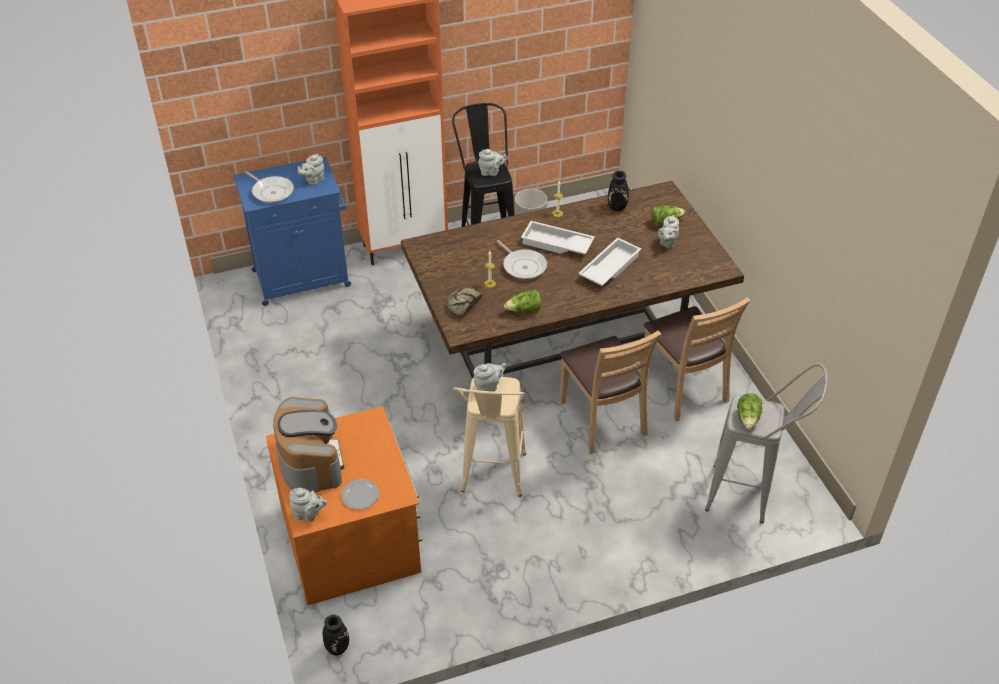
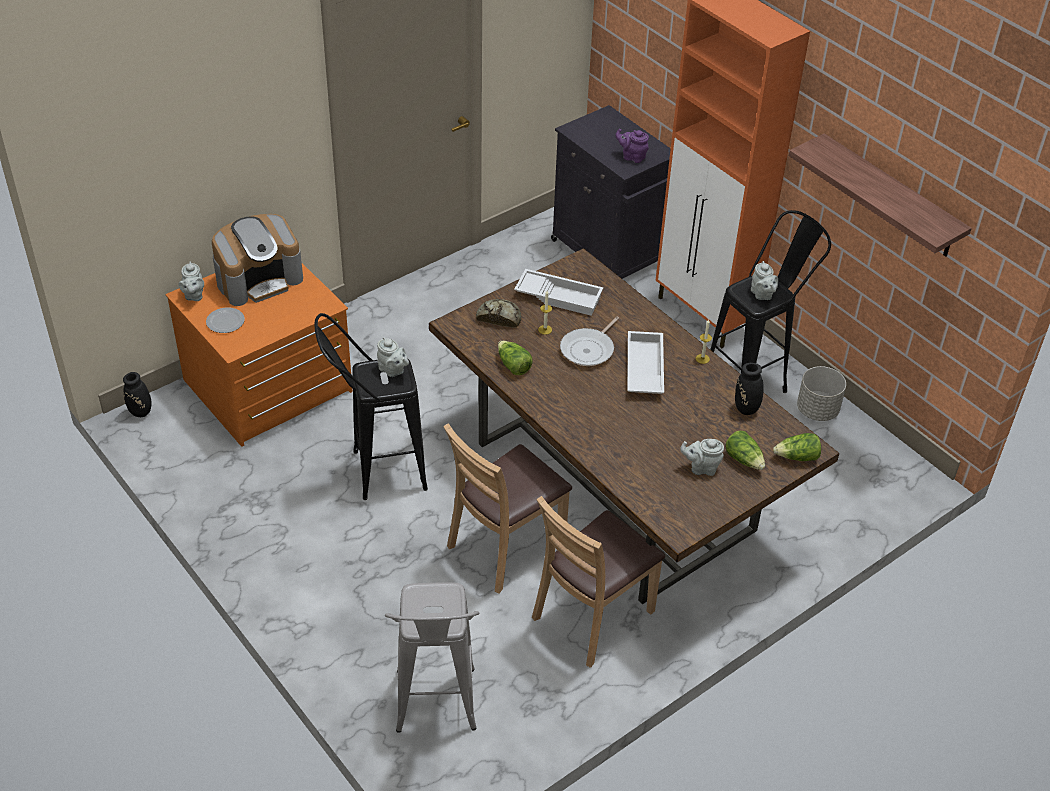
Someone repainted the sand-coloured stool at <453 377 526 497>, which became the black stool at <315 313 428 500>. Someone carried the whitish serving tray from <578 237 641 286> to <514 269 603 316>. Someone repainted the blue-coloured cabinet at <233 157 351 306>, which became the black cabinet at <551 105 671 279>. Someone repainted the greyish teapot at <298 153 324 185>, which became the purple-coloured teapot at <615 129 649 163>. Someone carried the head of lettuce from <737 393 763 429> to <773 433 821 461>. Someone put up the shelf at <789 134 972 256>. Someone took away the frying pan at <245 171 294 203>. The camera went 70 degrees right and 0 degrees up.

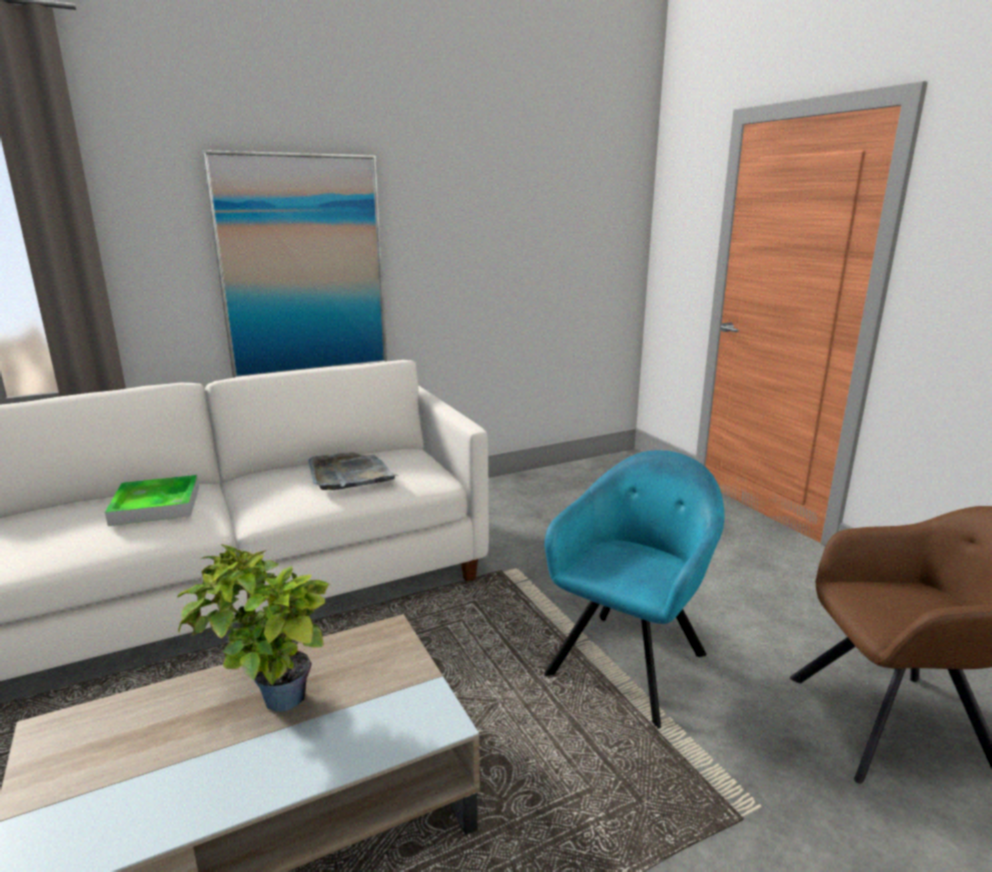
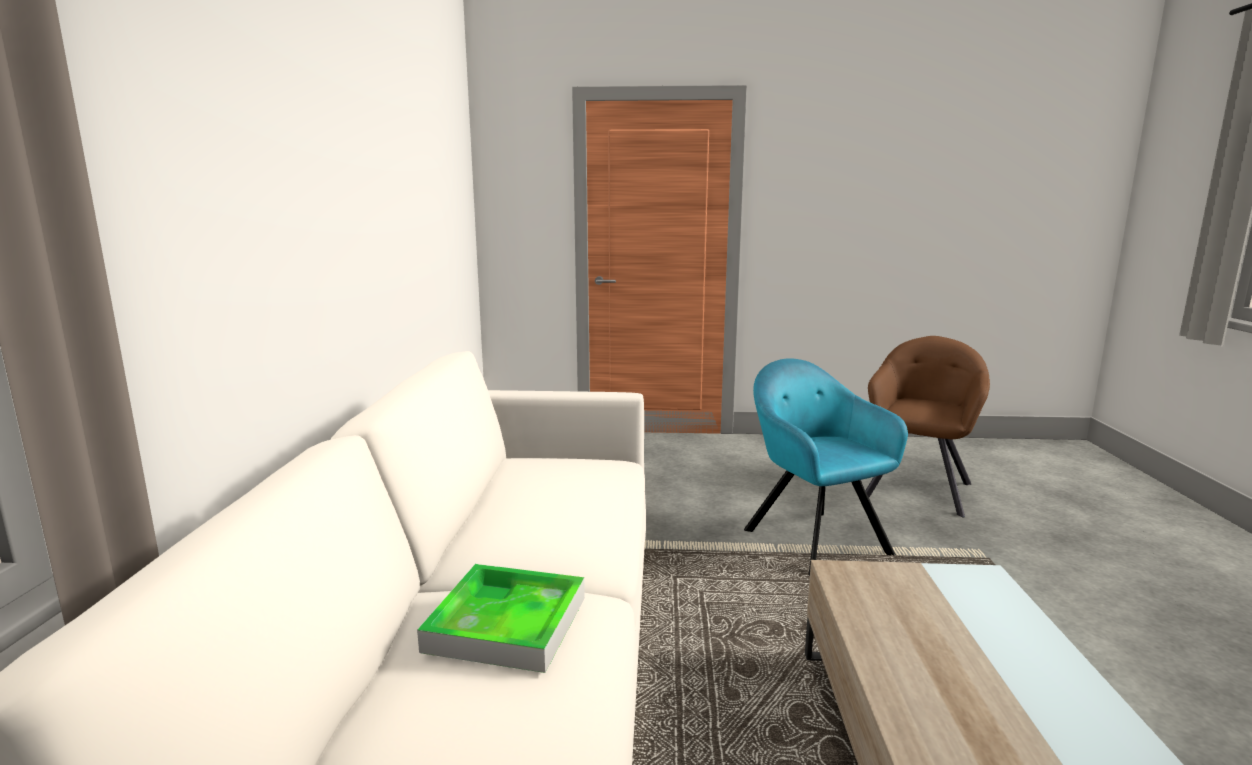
Someone took away the potted plant at <177 544 331 712>. Someone took away the wall art at <202 150 387 378>. Someone took away the greyish serving tray at <308 452 398 490>. The camera went 60 degrees left and 5 degrees down.

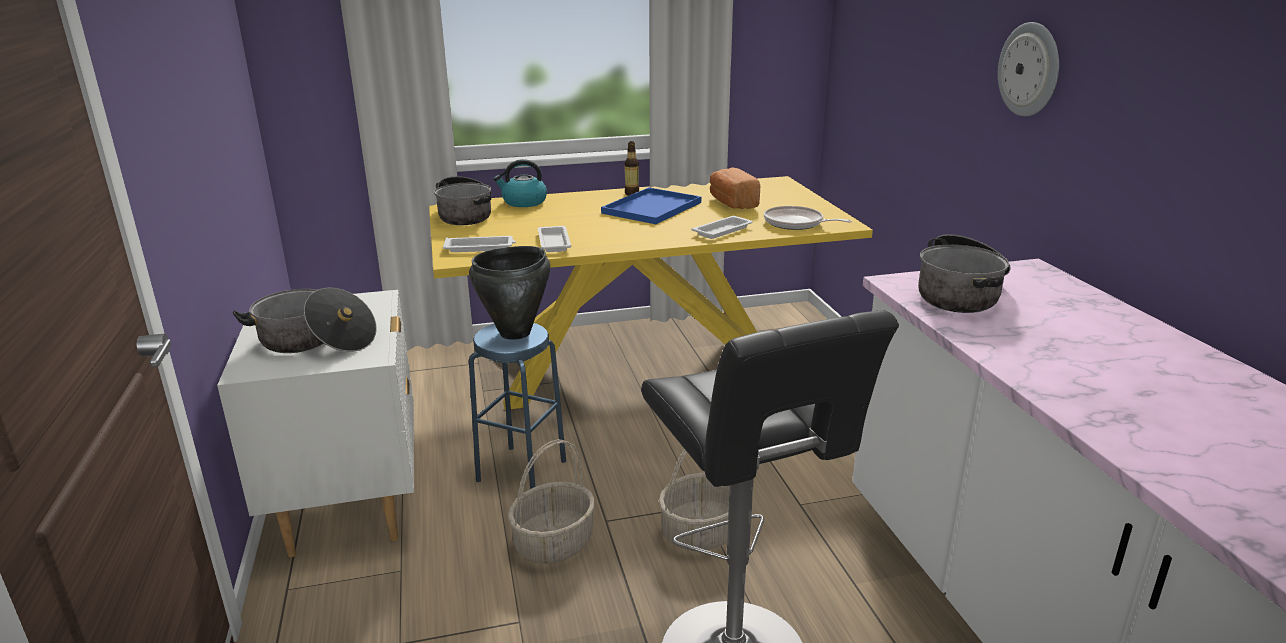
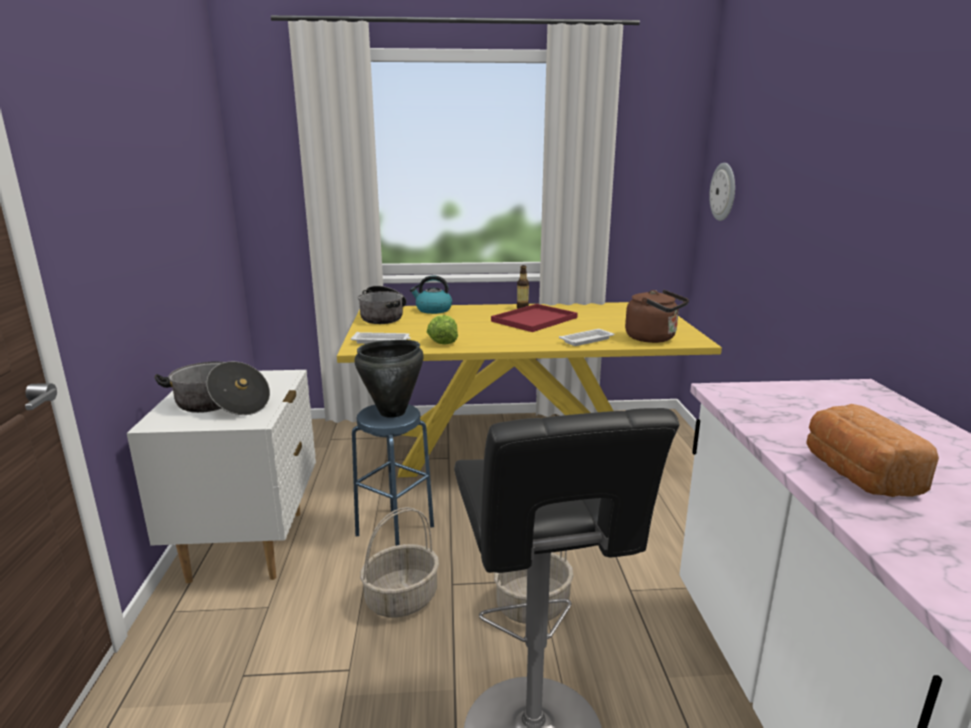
Someone swapped the whitish serving tray at <538 226 571 252> for the head of lettuce at <427 315 458 345>. Someone repainted the blue-coloured serving tray at <601 187 701 224>, which became the reddish serving tray at <491 304 578 332>. Someone swapped the frying pan at <764 206 852 230> for the brownish kettle at <625 290 689 343>. Someone carried the clock on the wall from <998 22 1059 116> to <709 163 735 221>. Someone carried the bread from <710 167 760 209> to <806 404 939 497>. Someone took away the stockpot at <918 234 1011 313>. The camera went 10 degrees right and 5 degrees down.

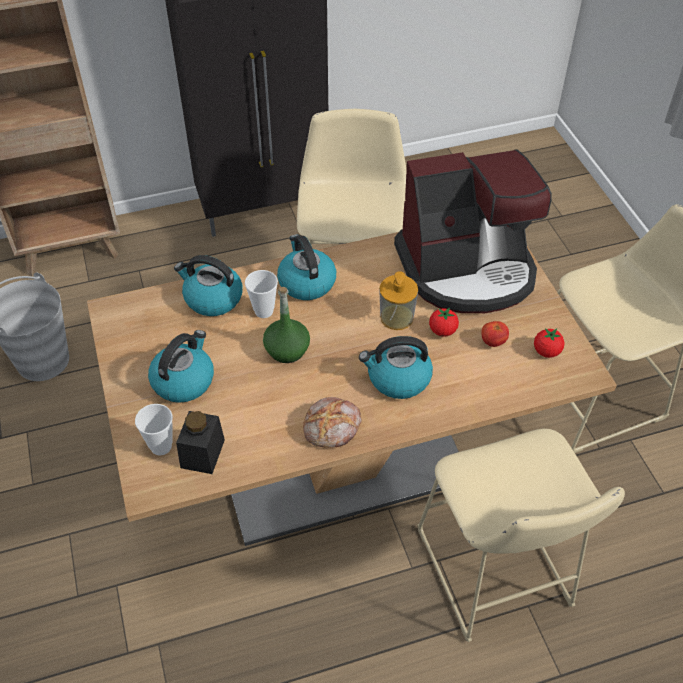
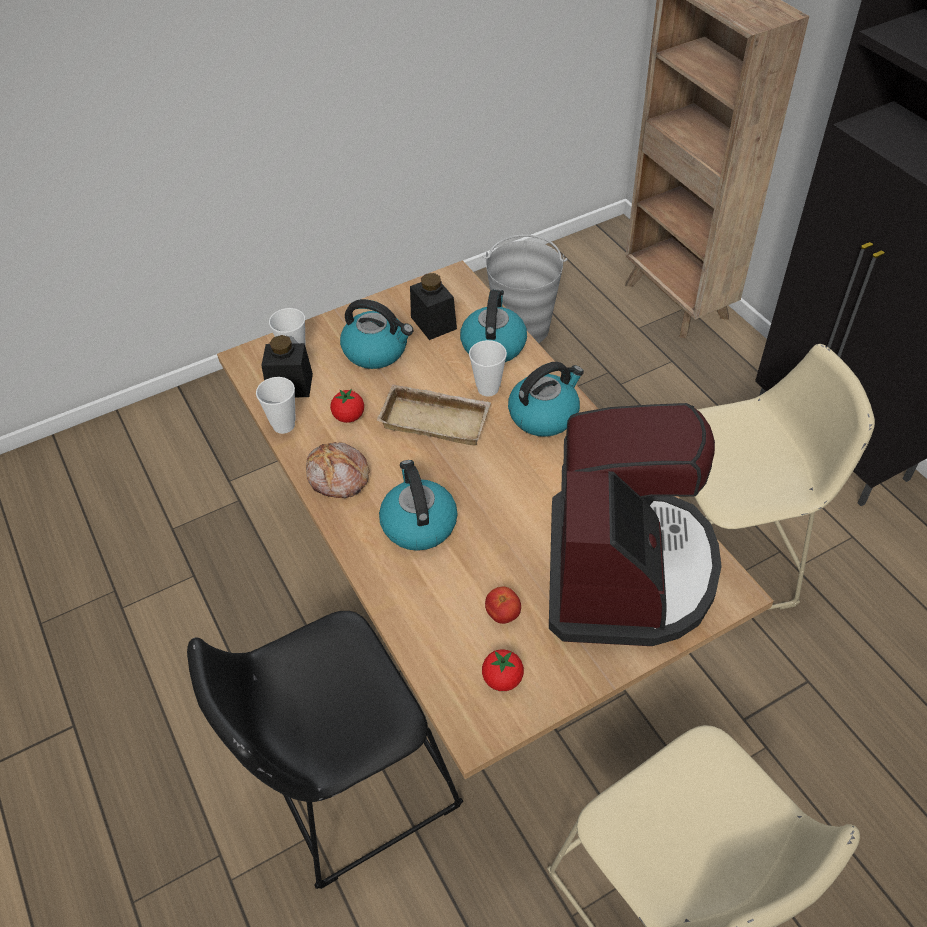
Someone repainted the sand-coloured stool at <417 429 625 642>, which became the black stool at <187 611 463 889>. Someone put down the drinking cup at <256 377 295 434>. Someone carried the whole tomato from <429 307 459 337> to <330 389 364 423>. Someone swapped the green-coloured bottle at <263 287 310 363> for the sand-coloured serving tray at <377 384 491 445>. Someone put down the black storage jar at <410 273 457 340>. Someone rotated the coffee machine at <394 149 552 313> by 150 degrees counterclockwise. Someone took away the liquid soap bottle at <379 271 418 330>. The camera went 80 degrees right and 0 degrees up.

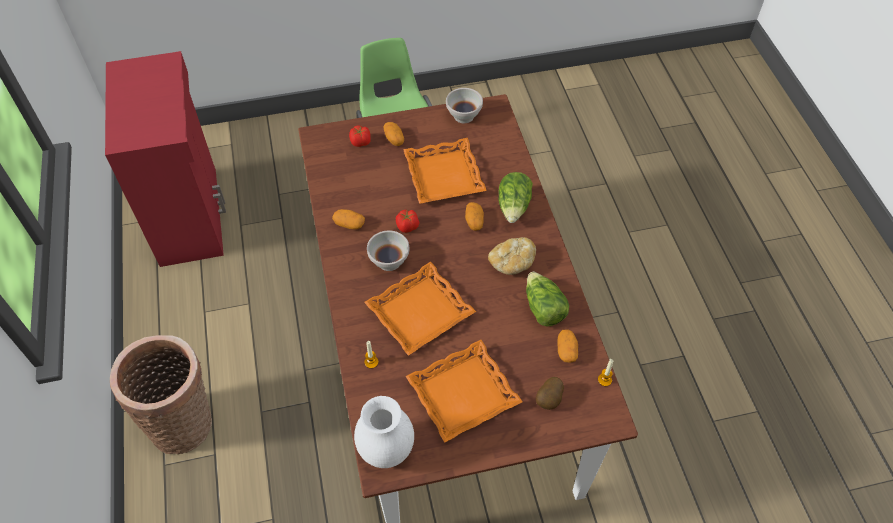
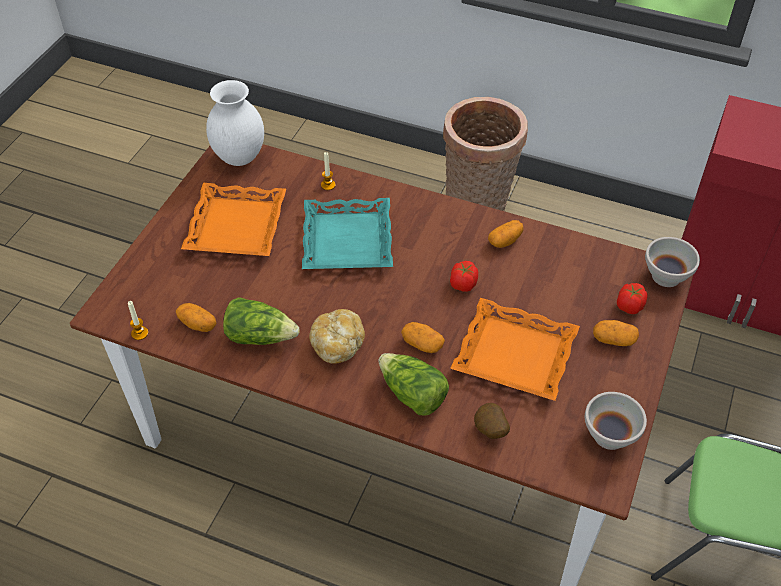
Someone repainted the orangey serving tray at <364 262 476 356>, which became the turquoise-coloured serving tray at <302 198 393 269>. Someone carried the whole potato from <536 377 564 410> to <474 403 510 439>. Someone carried the whitish serving bowl from <367 231 409 271> to <645 237 700 287>. The camera went 125 degrees right and 5 degrees down.

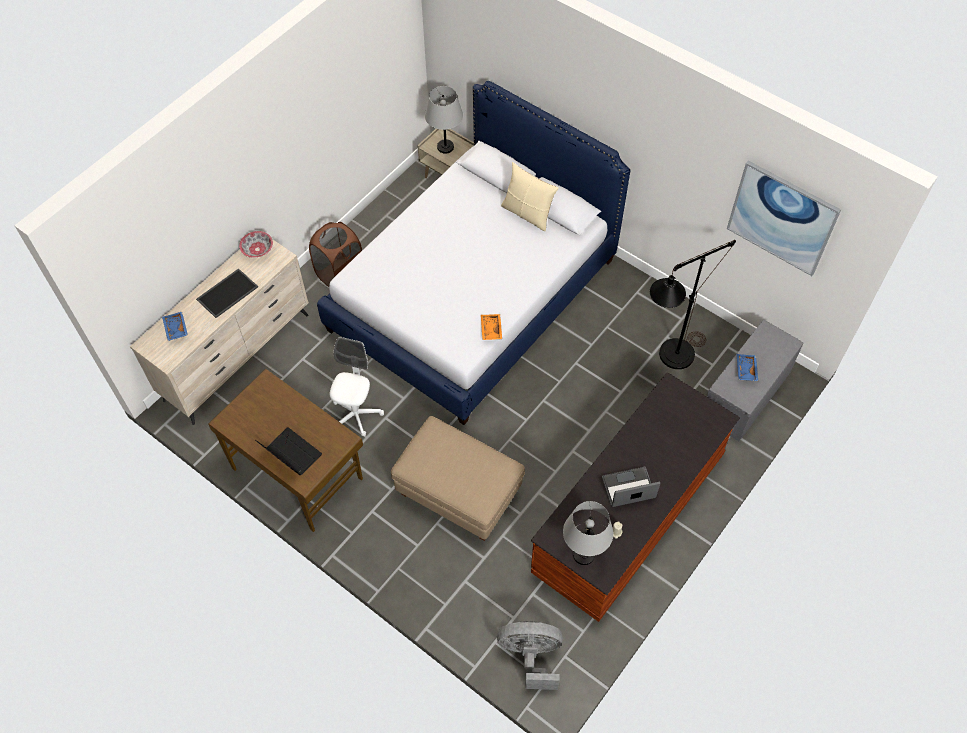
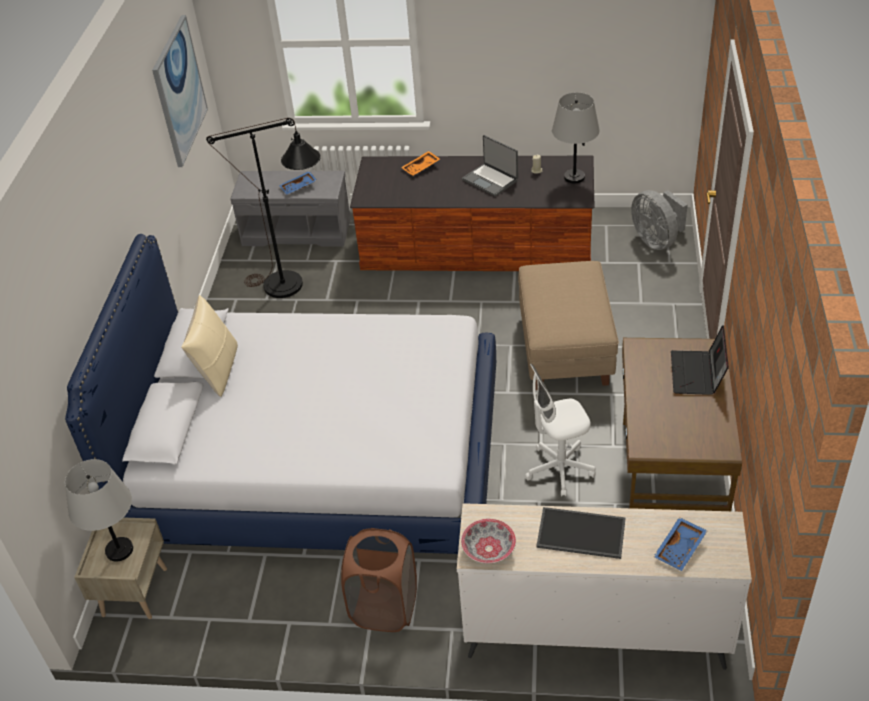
Someone carried the orangey serving tray from <481 314 502 340> to <401 151 440 176>. The camera went 120 degrees left and 15 degrees down.

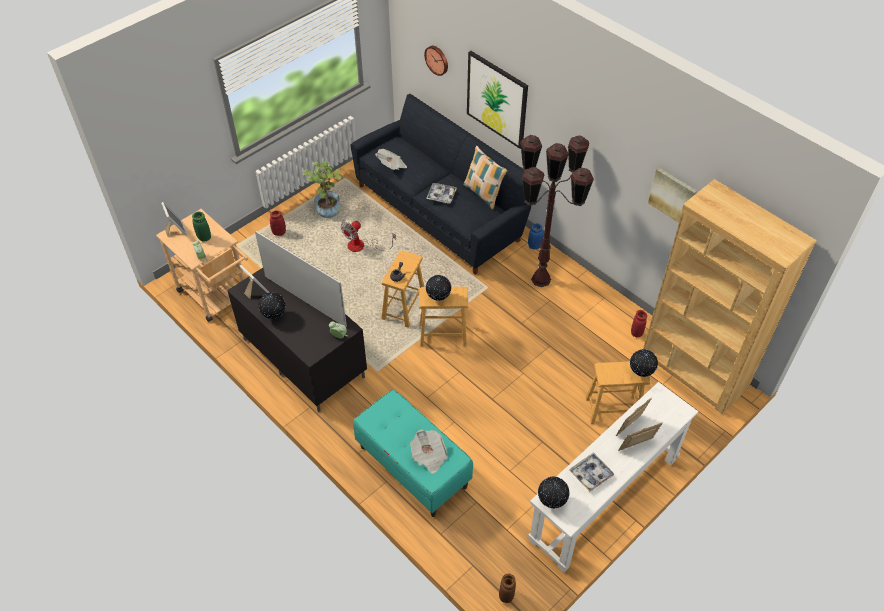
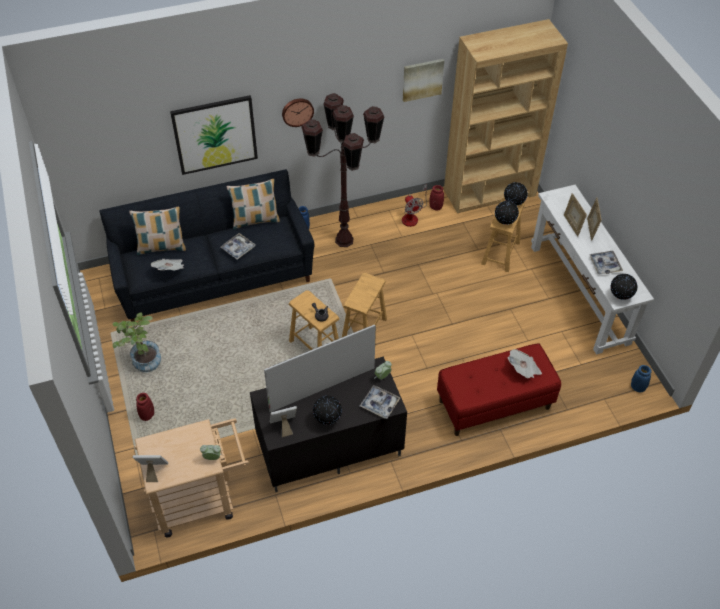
Someone put down the throw pillow at <129 207 186 255>. Someone carried the clock on the wall from <424 46 448 76> to <282 98 314 127>. Someone put down the serving tray at <360 385 400 419>. Someone carried the cooling fan from <341 221 396 252> to <402 184 427 227>. Someone repainted the turquoise-coloured bench at <353 389 473 517>, which became the reddish bench at <437 343 561 436>. Someone carried the globe from <426 275 451 301> to <495 201 519 225>. Someone repainted the brownish vase at <499 574 516 603>, which became the blue-coloured vase at <631 365 652 392>. Someone took away the green-coloured vase at <192 211 211 242>. The camera went 65 degrees left and 0 degrees up.

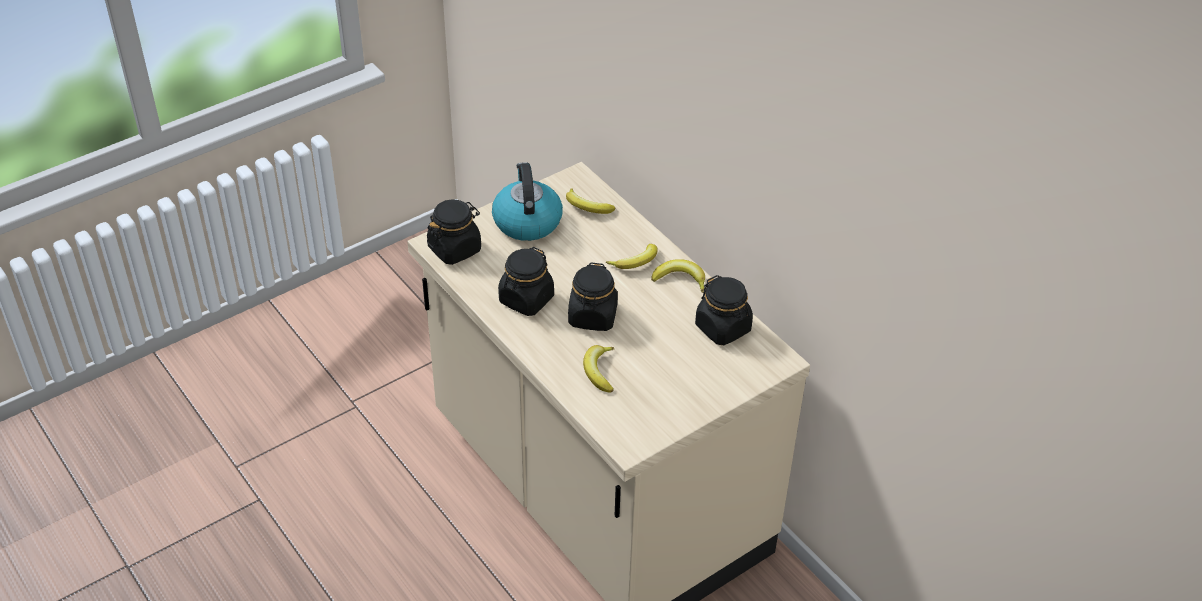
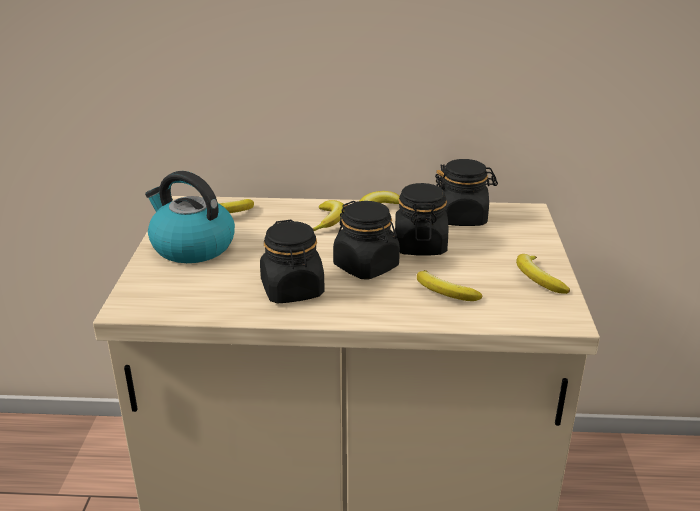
Someone carried the black storage jar from <427 199 481 265> to <395 183 448 255>. Someone put down the banana at <516 254 570 294>. The camera went 50 degrees left and 15 degrees down.

